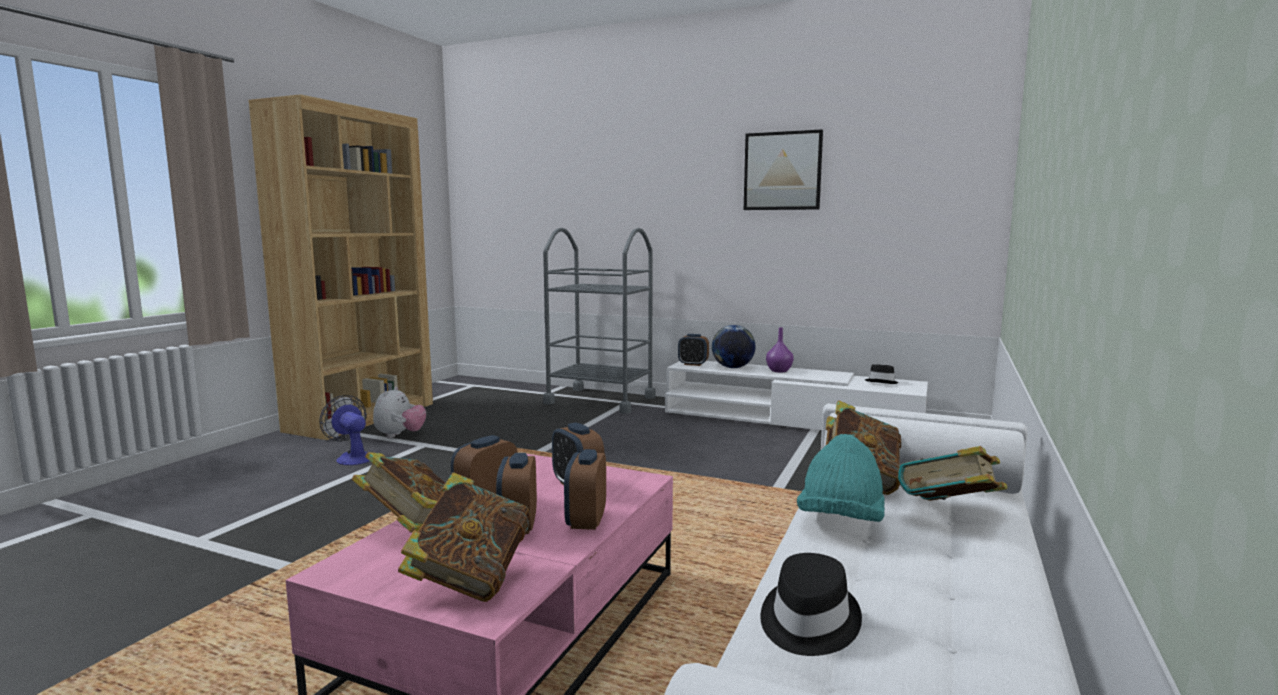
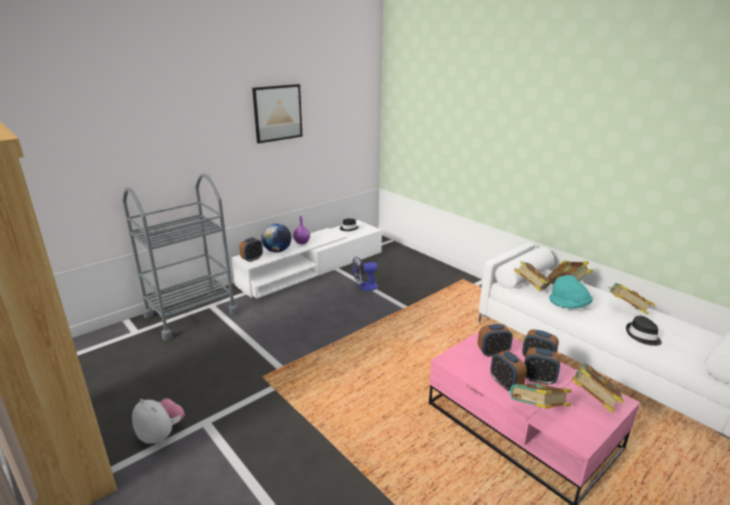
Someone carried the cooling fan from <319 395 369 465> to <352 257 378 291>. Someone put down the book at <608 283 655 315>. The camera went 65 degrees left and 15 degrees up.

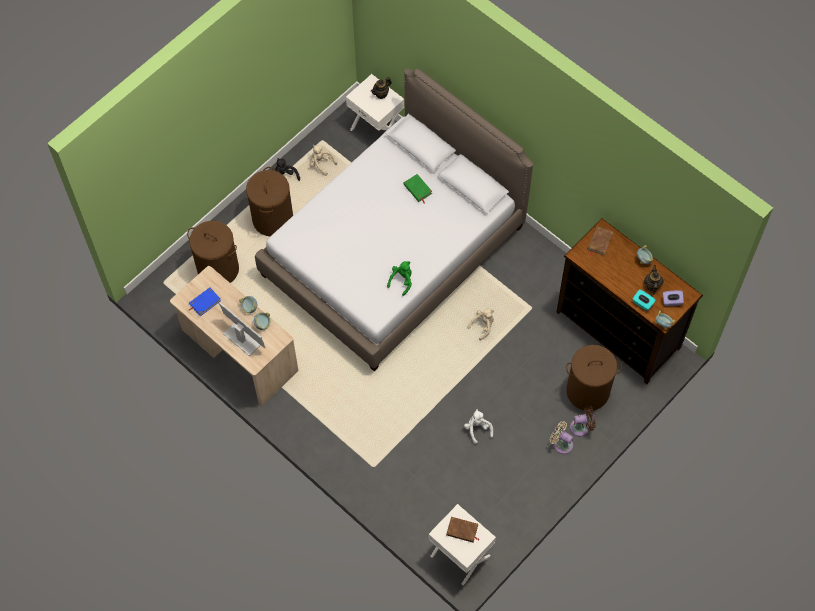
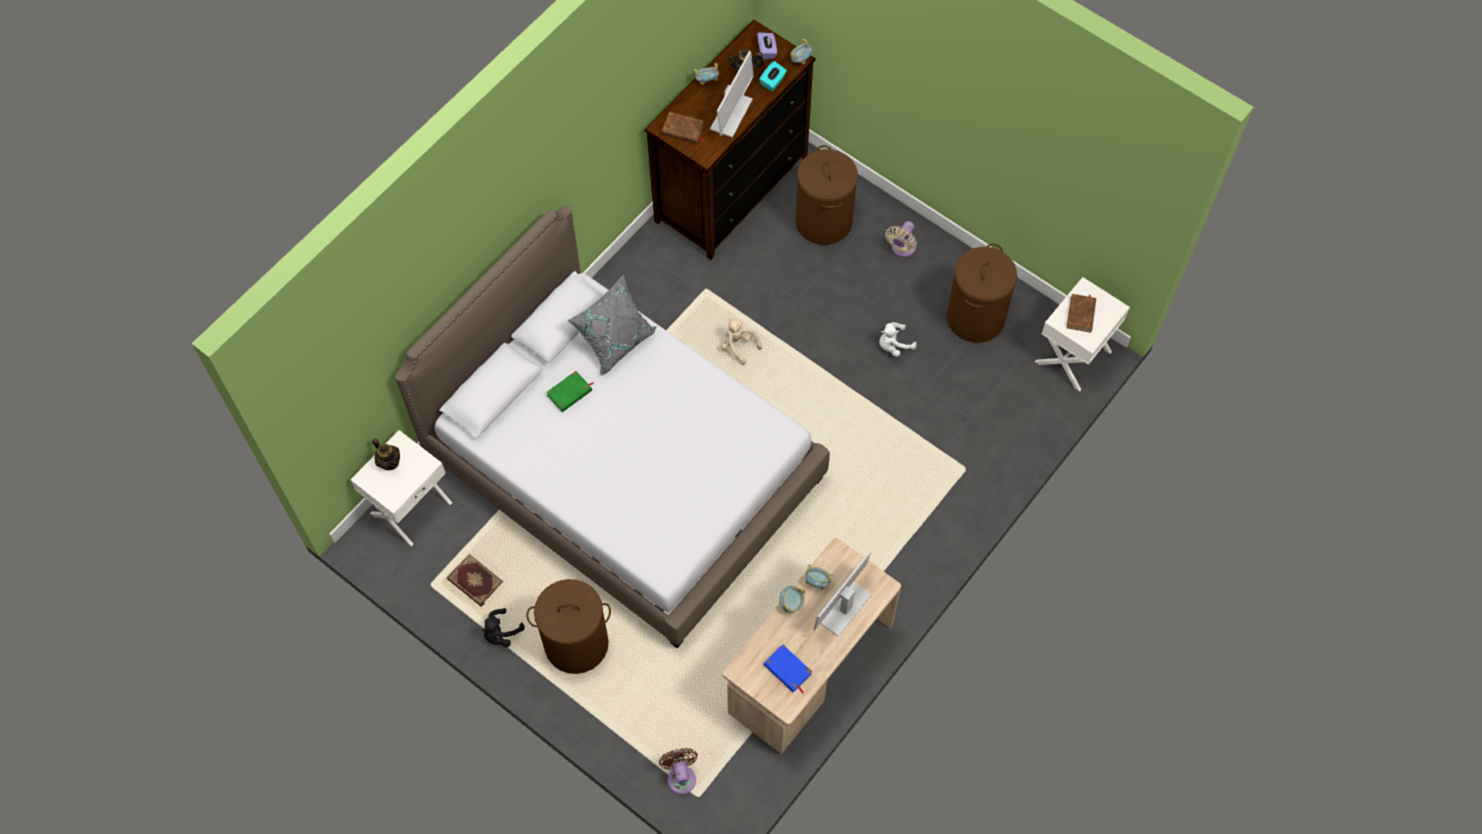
Someone swapped the sand-coloured plush toy at <310 145 337 176> for the book at <447 554 503 607>. Someone put down the greyish throw pillow at <567 275 657 376>. Someone carried the brownish cooling fan from <570 405 596 436> to <659 748 698 794>. Someone put down the computer display at <710 51 754 138>. Someone carried the brownish hamper from <187 221 239 283> to <946 244 1017 343>. Someone took away the green-coloured plush toy at <387 261 412 296>. The camera went 95 degrees left and 0 degrees up.

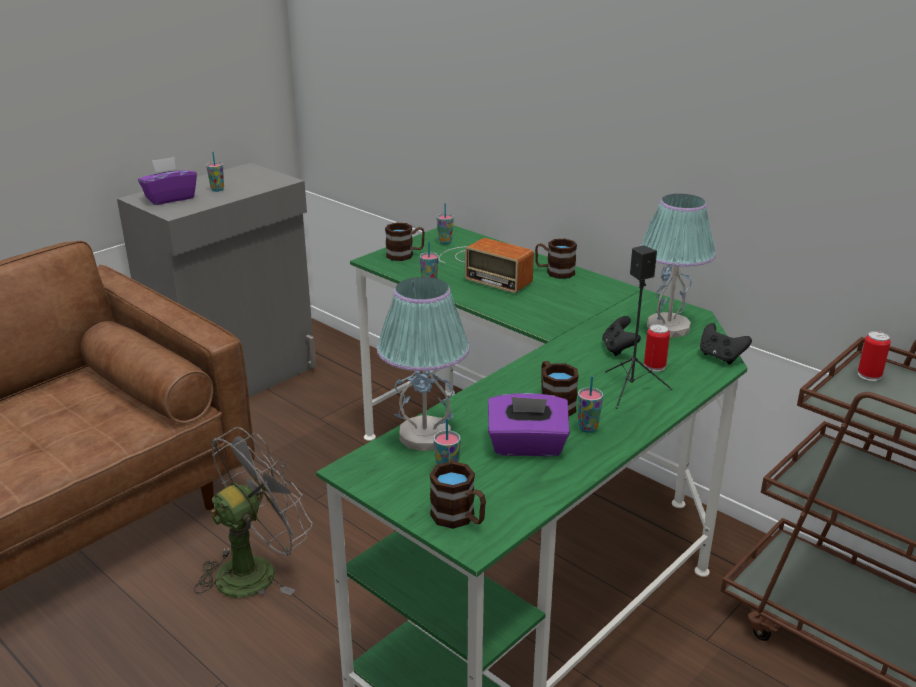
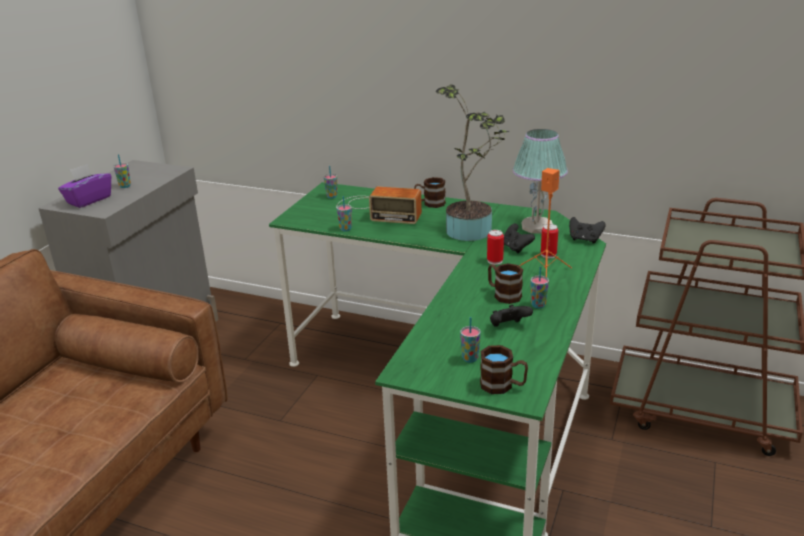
Someone put down the potted plant at <436 85 509 241>. Someone carried the metal can from <858 331 891 381> to <487 230 504 265>. Someone swapped the purple-coloured box of tissues at <488 393 570 456> for the black joypad at <490 305 533 327>. Someone repainted the black loudspeaker at <605 245 672 409>, which became the orangey loudspeaker at <519 168 572 277>. Someone took away the greyish cooling fan at <194 427 312 598>. Someone took away the tabletop lamp at <377 277 470 451>. Someone took away the brownish mug at <385 223 425 261>. The camera went 20 degrees left and 0 degrees up.

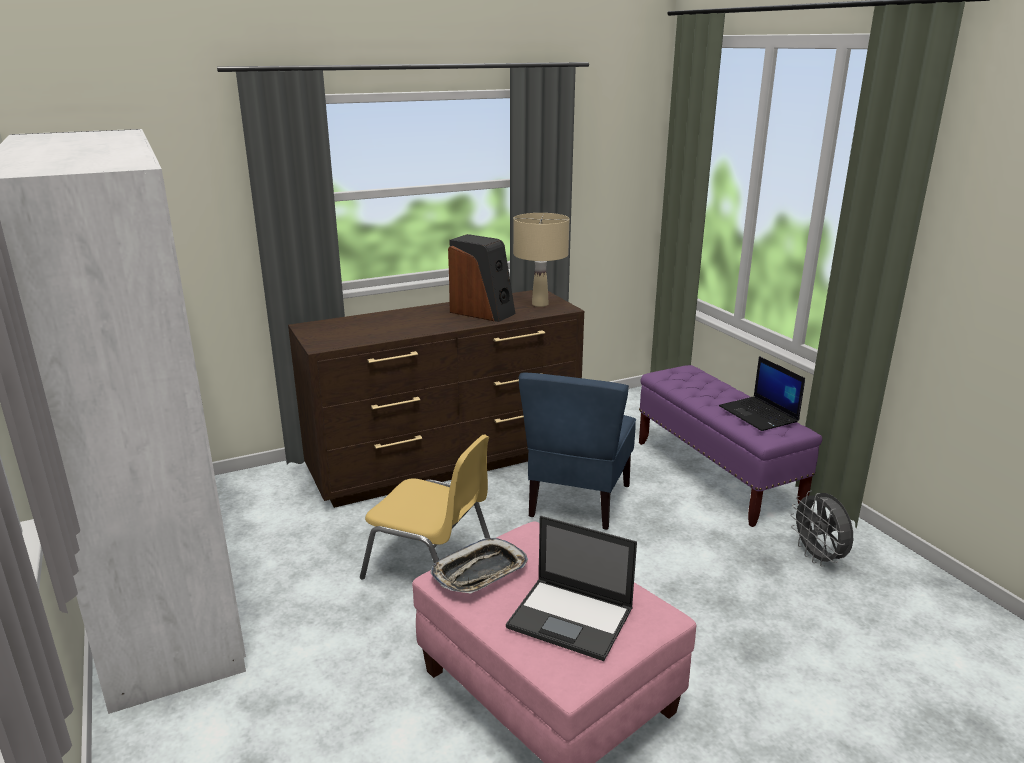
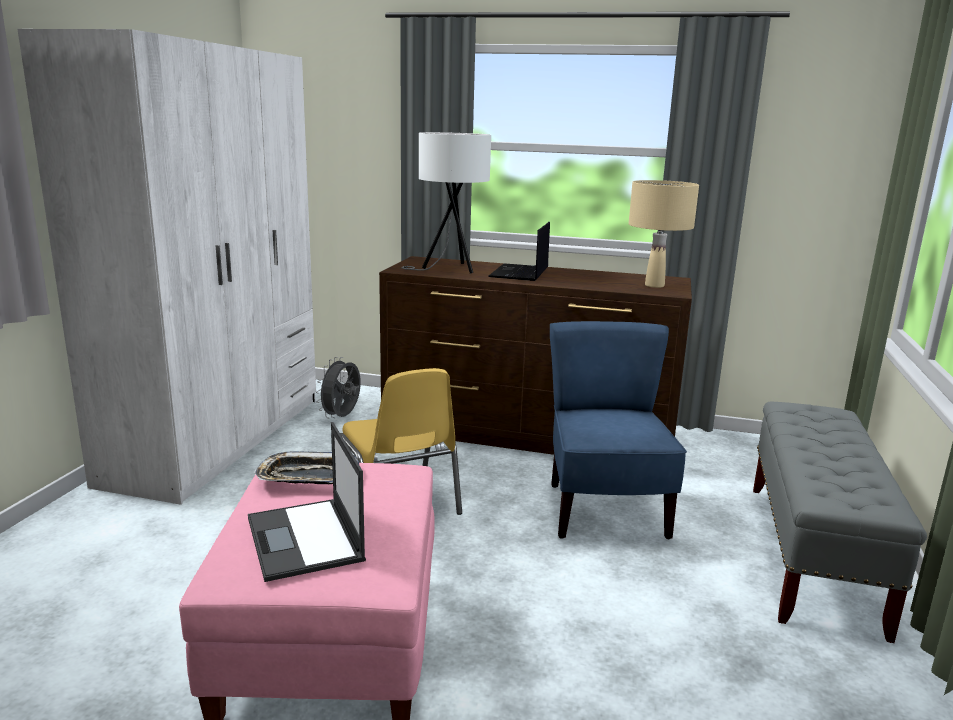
Someone carried the greyish cooling fan from <790 491 853 567> to <316 357 361 419>. Someone put down the whitish tabletop lamp at <401 132 491 274>. Someone carried the portable computer from <719 356 805 431> to <488 222 550 281>. Someone rotated the blue-coloured upright chair at <519 373 636 530> by 120 degrees clockwise. Someone repainted the purple-coloured bench at <639 365 822 527>, which became the greyish bench at <753 402 927 643>. Someone took away the loudspeaker at <448 234 515 322>. The camera went 40 degrees right and 5 degrees down.

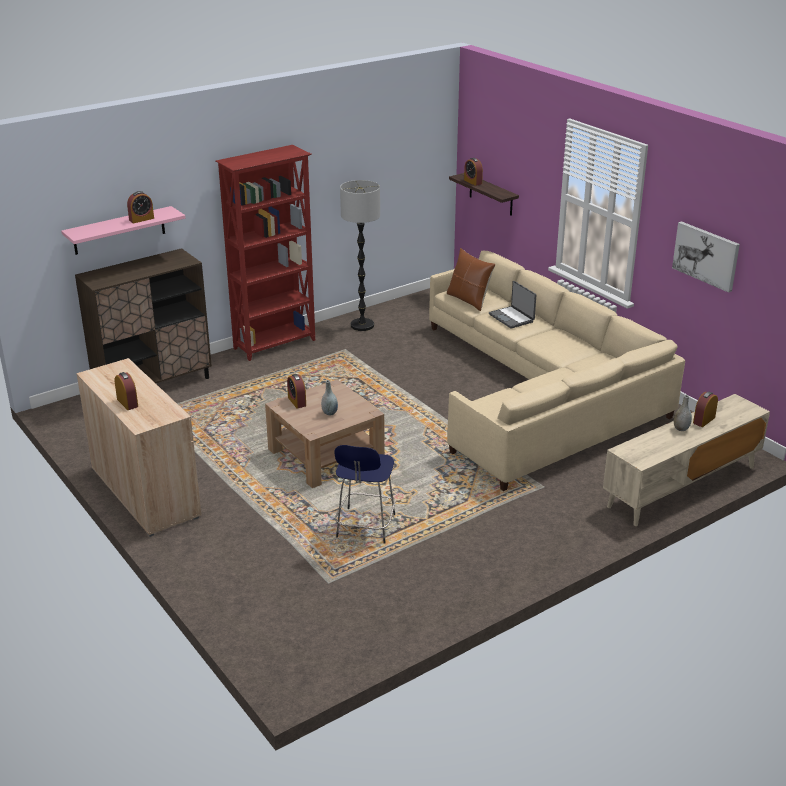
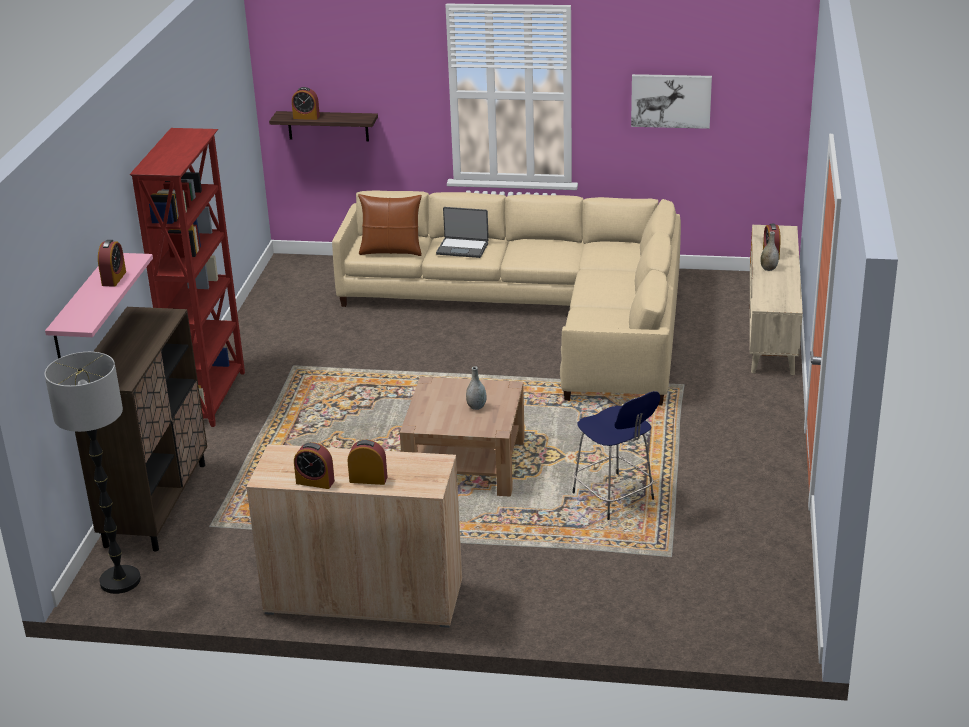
Someone carried the standing lamp from <340 180 380 331> to <44 352 141 594>. Someone carried the bedside clock from <287 374 306 409> to <294 442 335 489>. The camera went 45 degrees left and 0 degrees up.

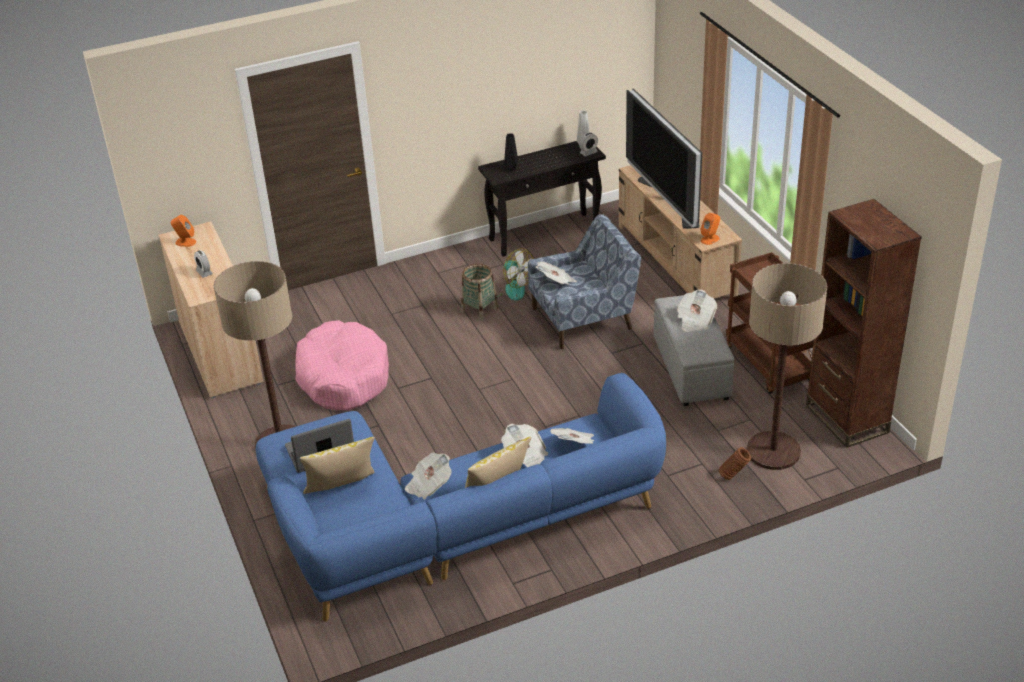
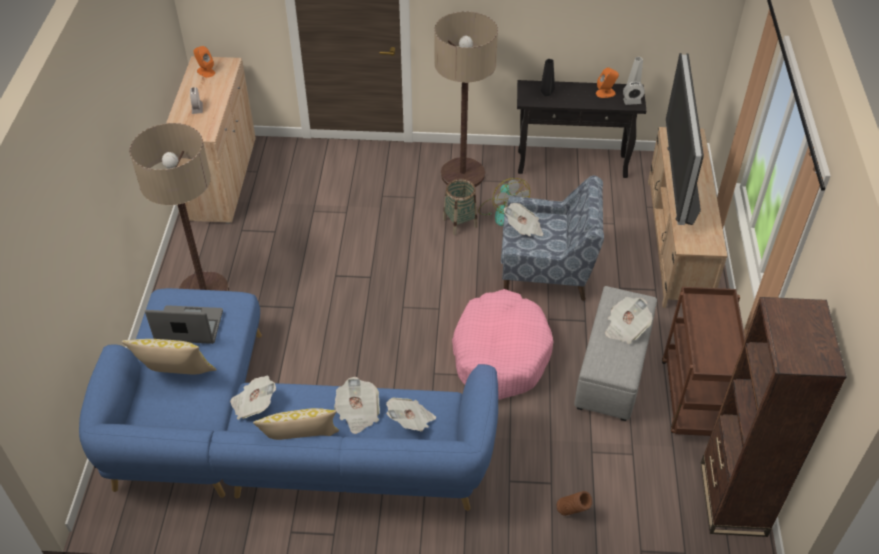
Someone carried the standing lamp from <746 263 828 470> to <434 11 498 187>. Someone carried the pinkish pet bed from <295 320 389 410> to <452 289 553 400>. Someone carried the orangey loudspeaker from <701 213 720 245> to <596 67 619 98>. The camera went 25 degrees right and 10 degrees up.

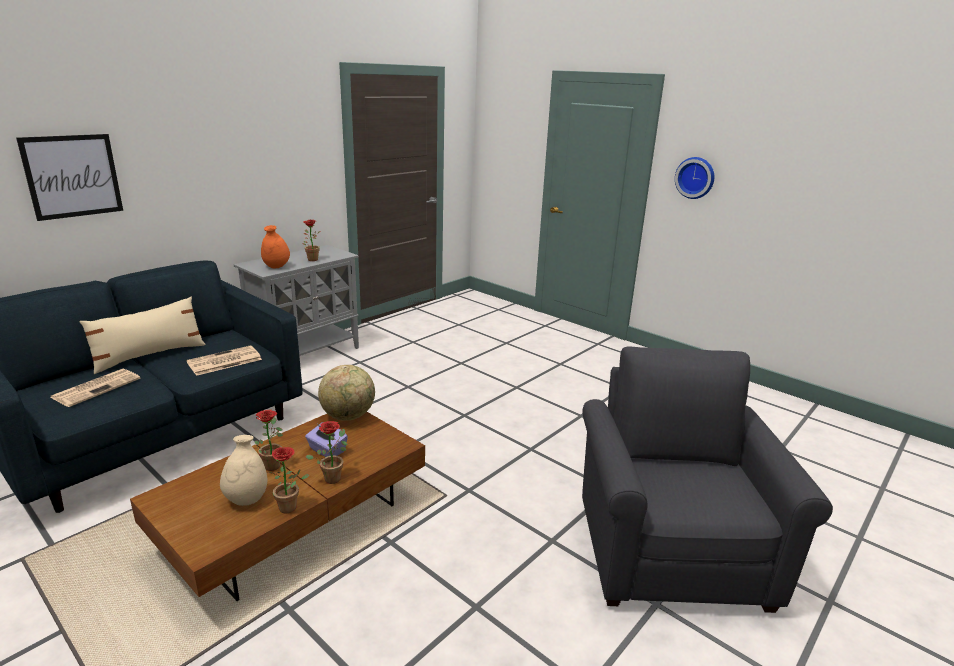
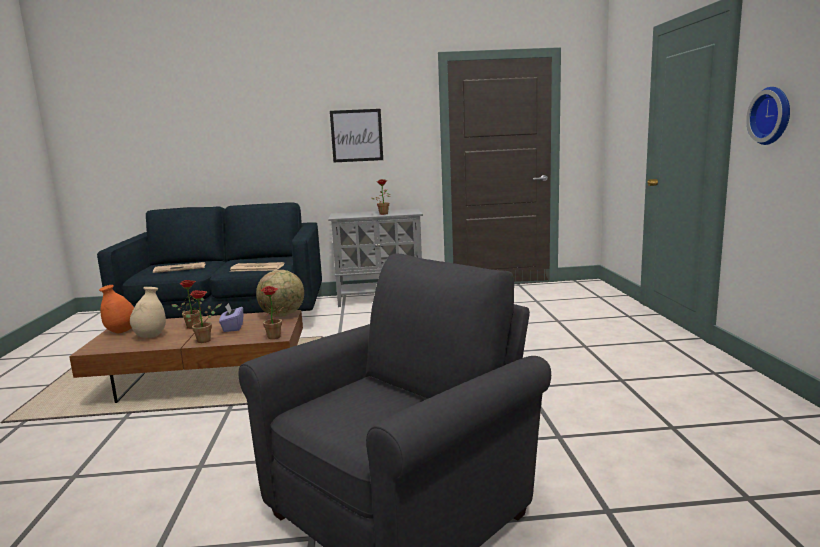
Someone carried the orangey vase from <261 225 290 268> to <99 285 134 333>. Someone carried the potted plant from <268 447 310 513> to <259 286 283 339>. Someone carried the wall art from <16 134 123 221> to <330 109 383 163>. Someone took away the sand-coloured throw pillow at <80 297 206 374>. The camera went 45 degrees right and 10 degrees down.

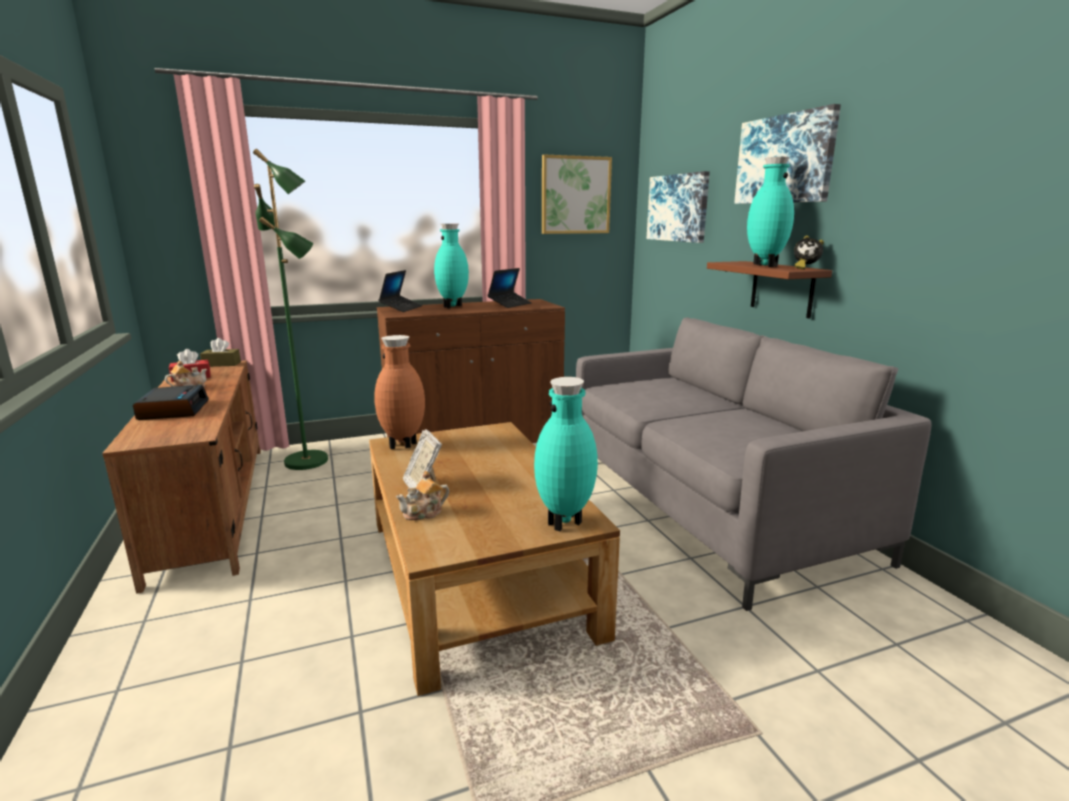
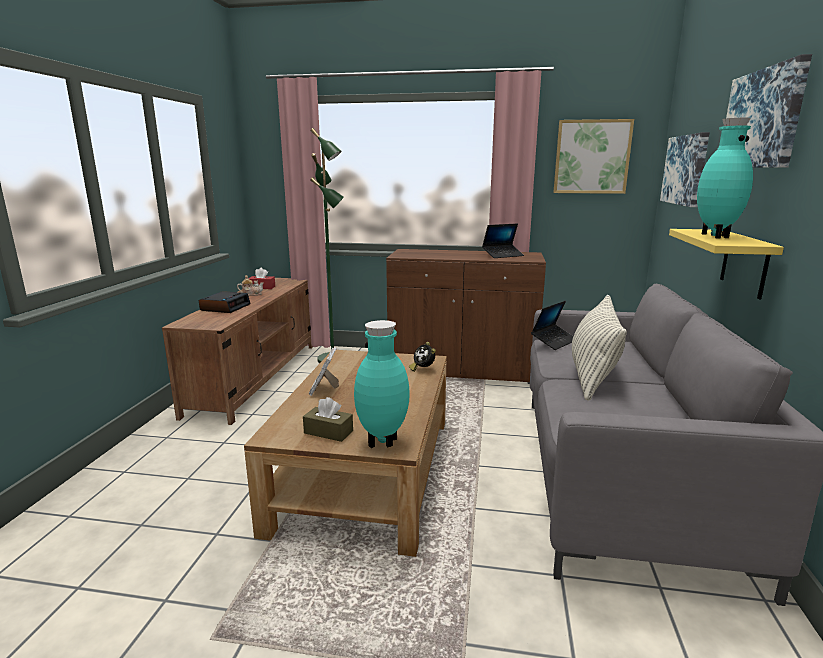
Someone carried the brownish box of tissues from <200 338 241 367> to <303 397 353 442>. Someone carried the bedside clock from <794 236 824 270> to <409 342 436 372>. Someone carried the portable computer from <378 270 422 312> to <531 301 573 350>. Someone put down the throw pillow at <572 295 627 401>. Someone repainted the brownish shelf at <707 261 832 319>, which became the yellow shelf at <669 229 784 299>. Someone took away the brownish vase at <374 335 425 450>. Someone took away the teapot at <396 471 449 520>. Someone took away the turquoise-coloured vase at <434 224 469 308>. The camera went 30 degrees right and 0 degrees up.

